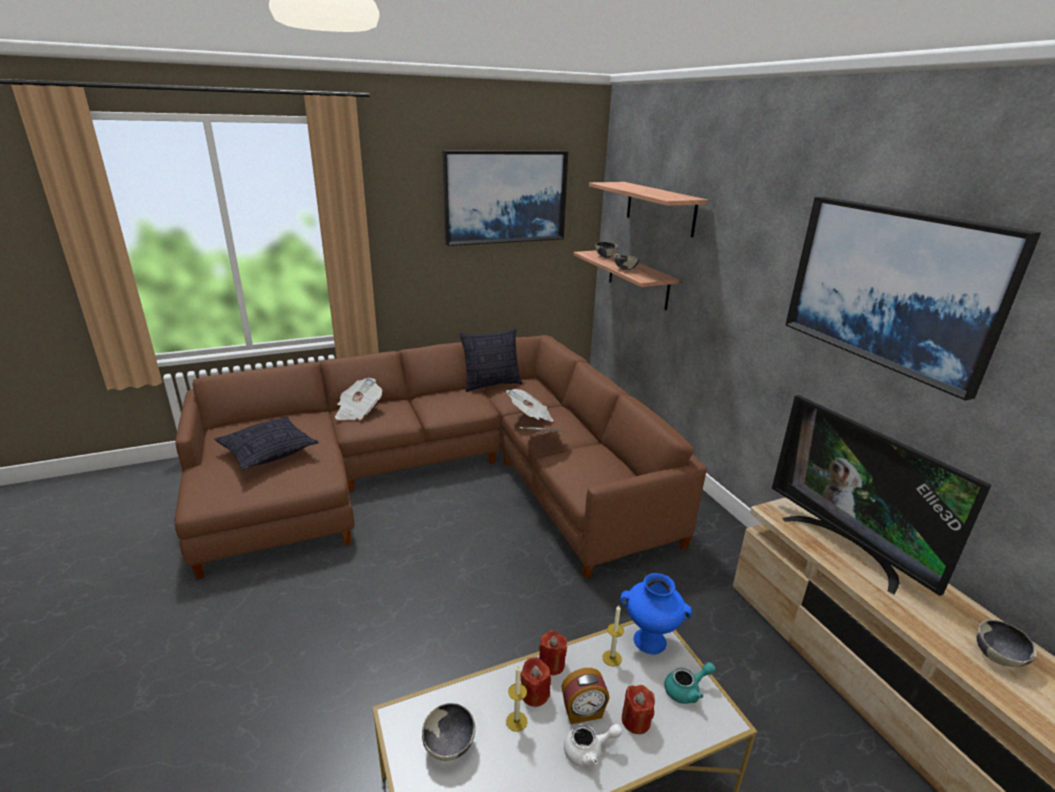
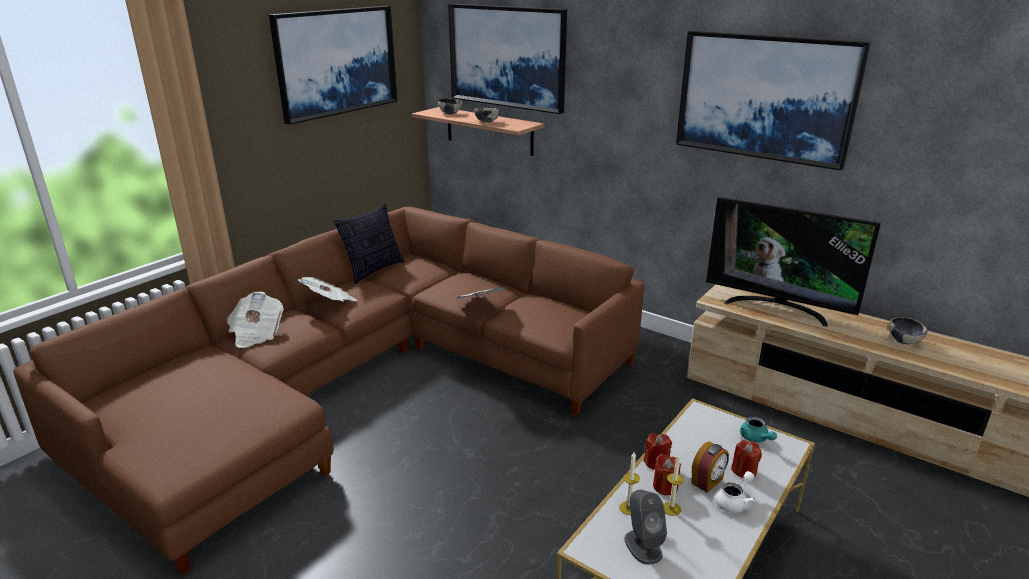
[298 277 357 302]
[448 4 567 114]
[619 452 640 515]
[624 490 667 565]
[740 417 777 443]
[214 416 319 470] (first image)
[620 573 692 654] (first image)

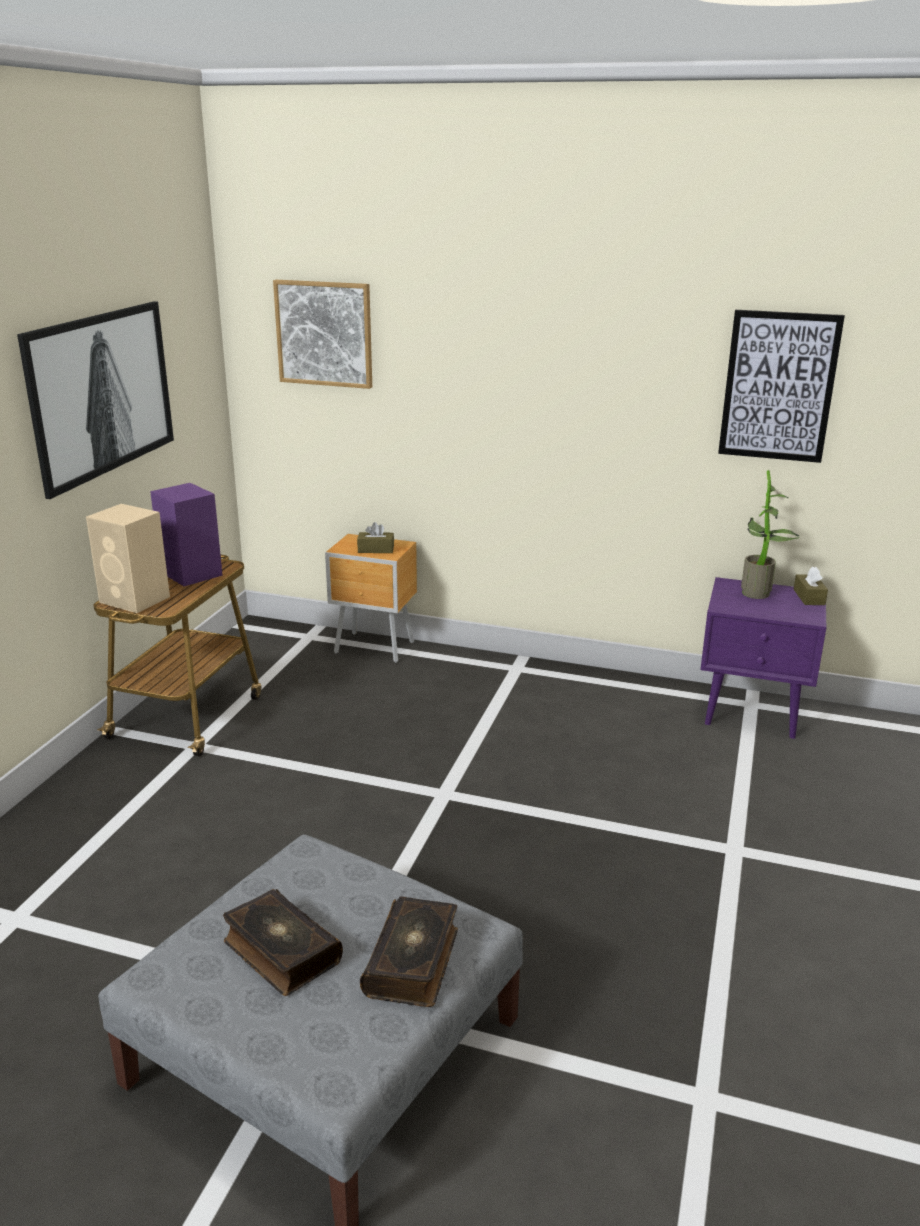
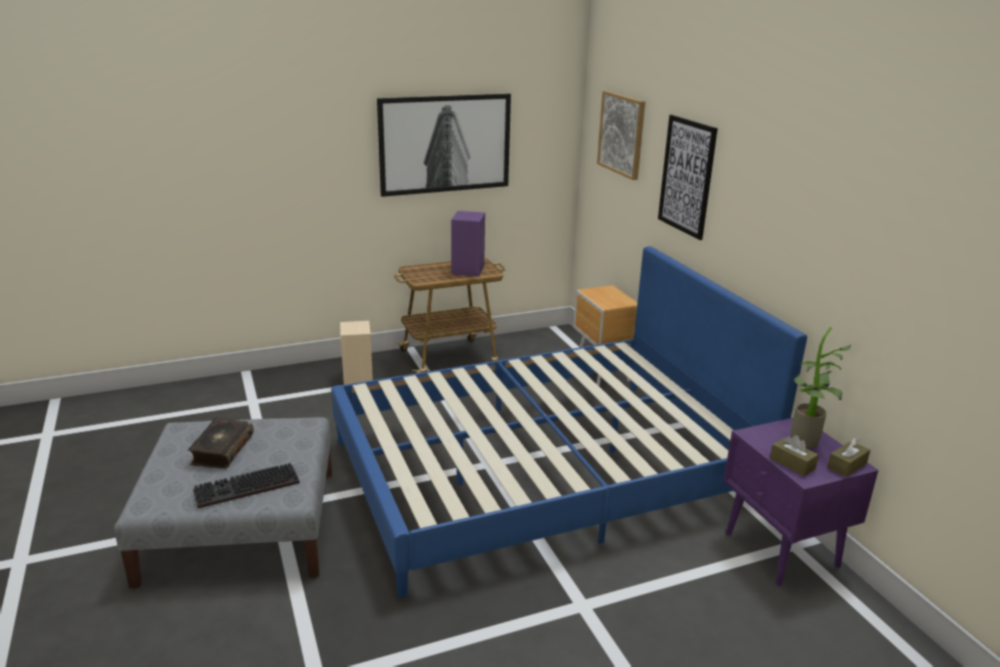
[193 463 300 508]
[331 246 807 597]
[340 321 373 385]
[658 115 718 240]
[770 435 819 476]

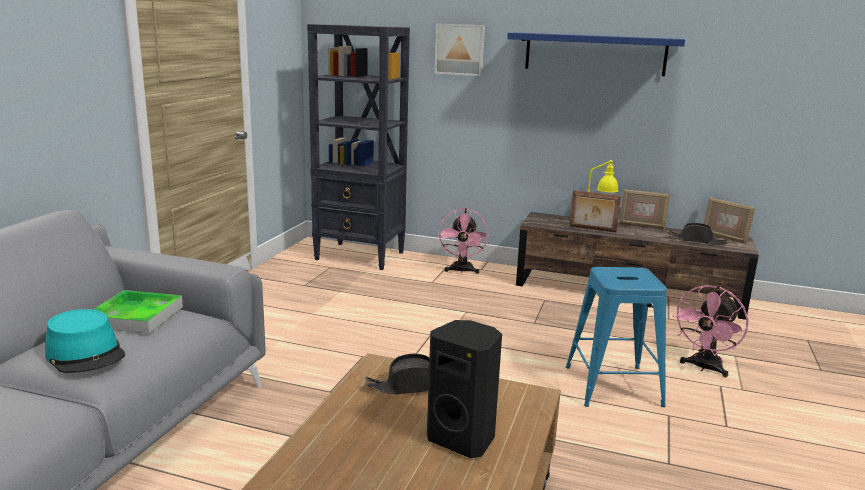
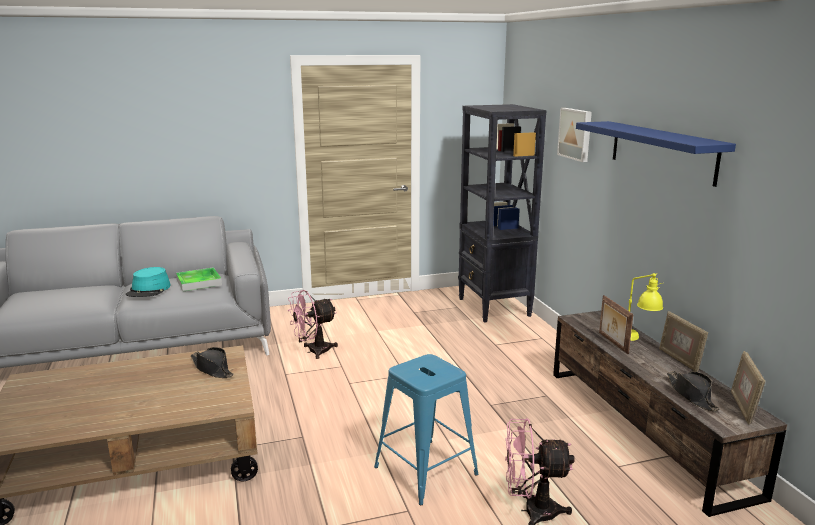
[288 290 338 359]
[427 320 502 458] (first image)

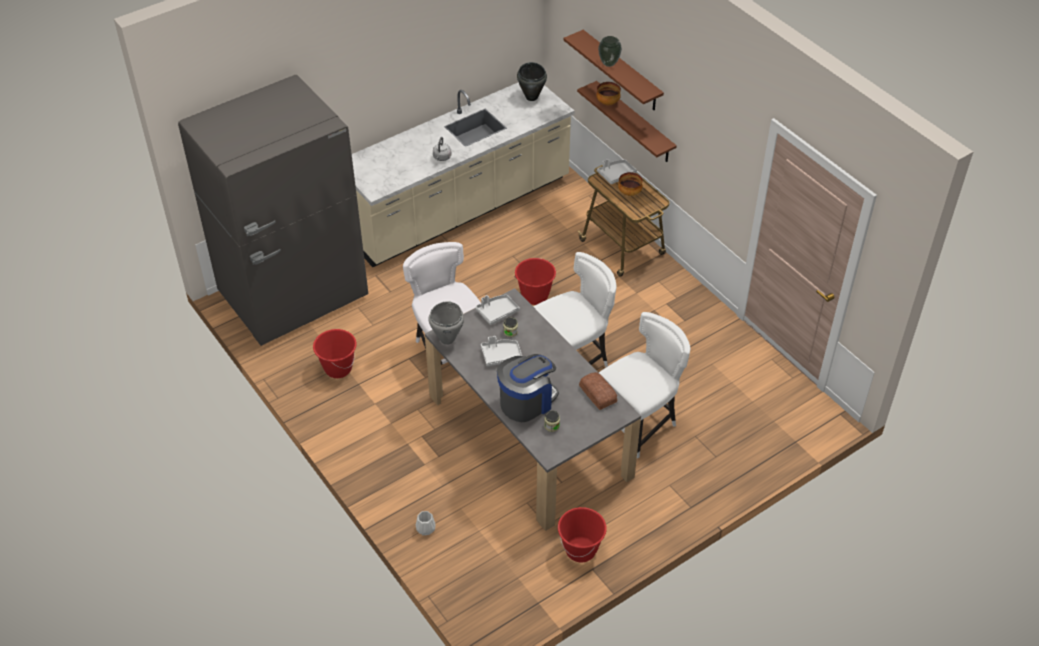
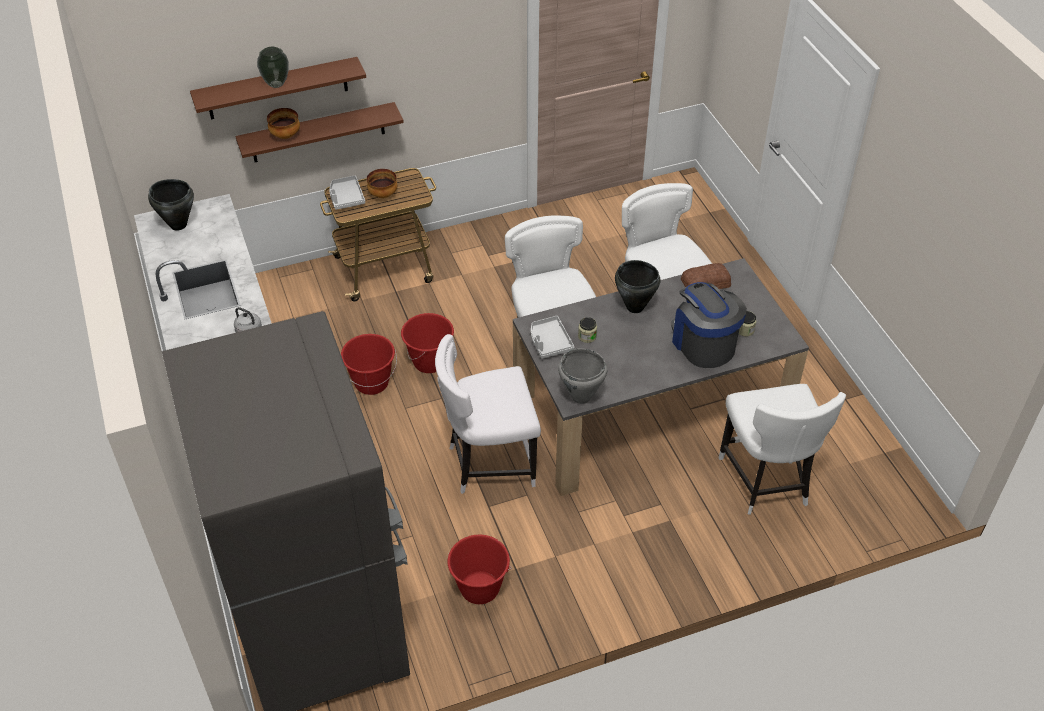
[341 334 397 395]
[615 260 661 313]
[718 384 846 515]
[416 511 436 535] (first image)
[481 336 522 366] (first image)

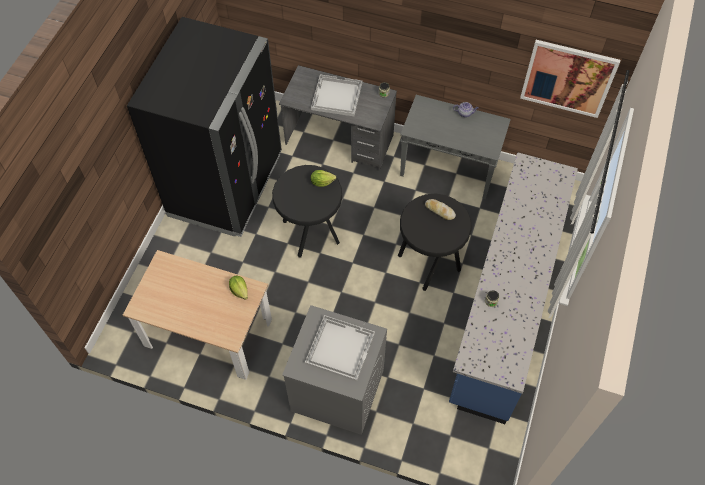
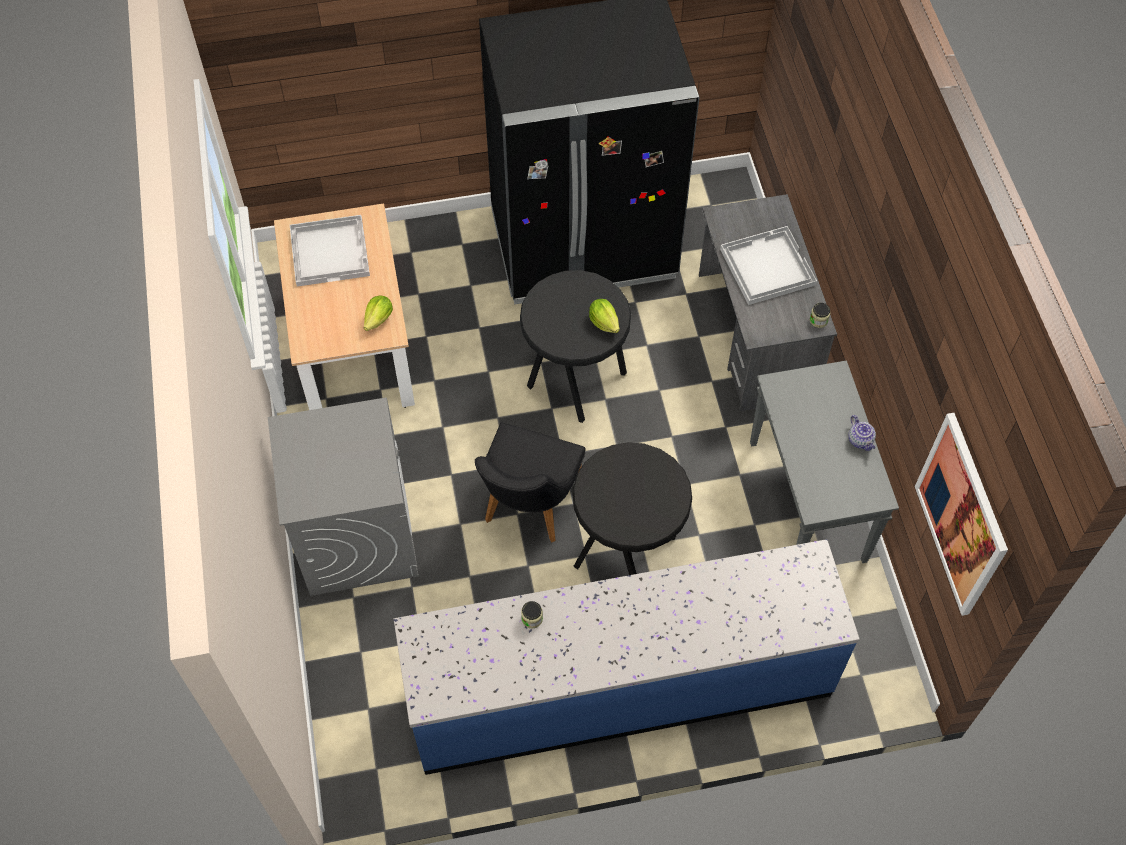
[290 215 370 287]
[475 422 586 543]
[425 199 456 220] (first image)

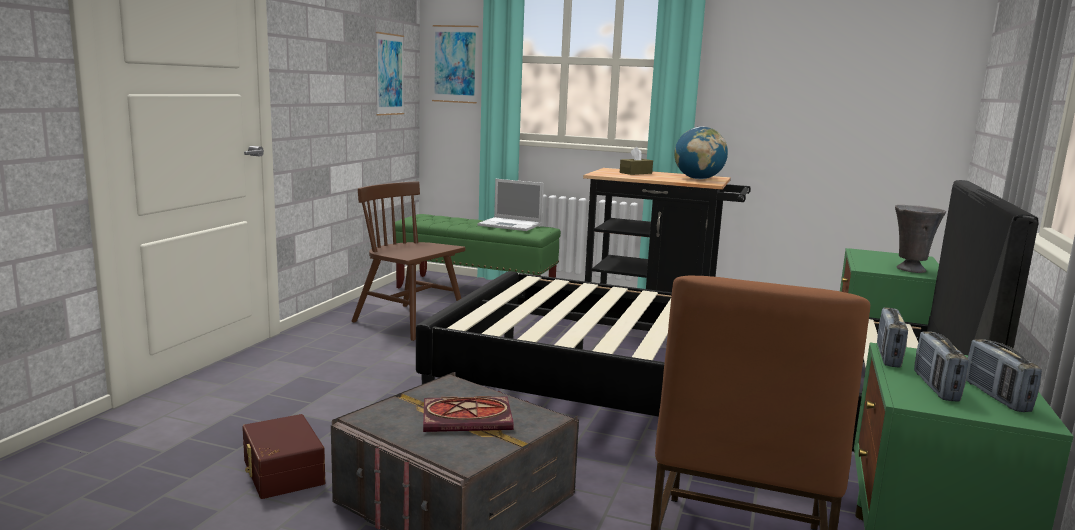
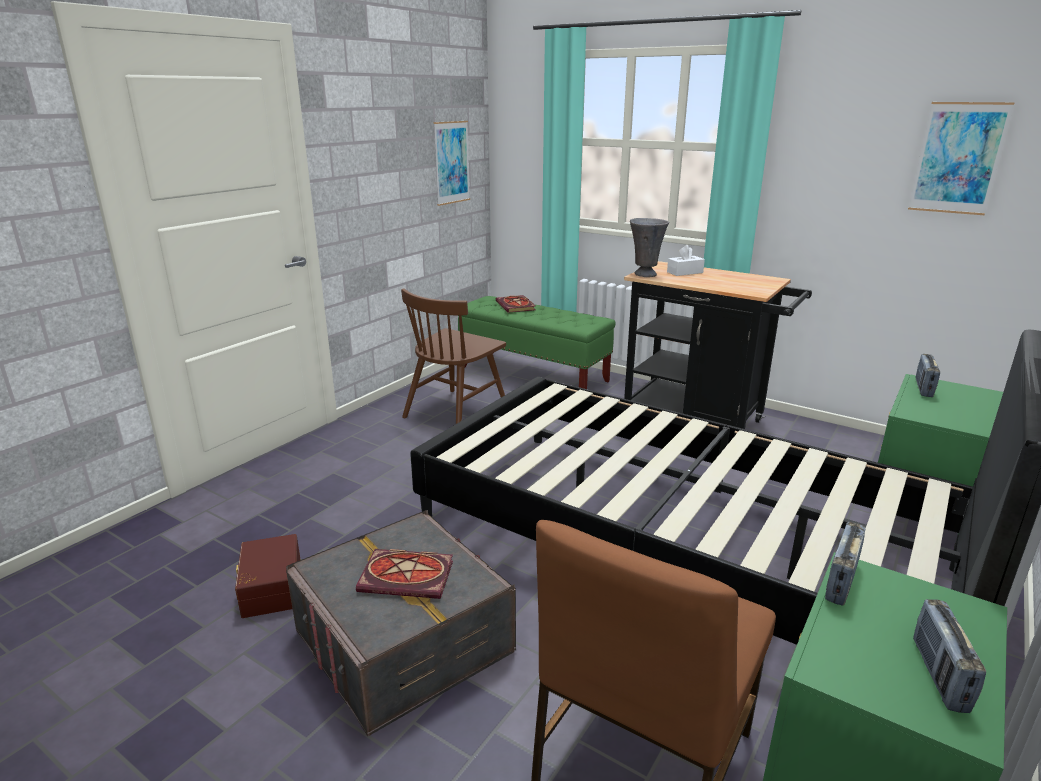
[401 288 506 424]
[496 295 535 313]
[630 218 669 277]
[667 245 705 276]
[908 102 1015 215]
[916 354 940 397]
[477 179 544 231] (first image)
[674 127 728 179] (first image)

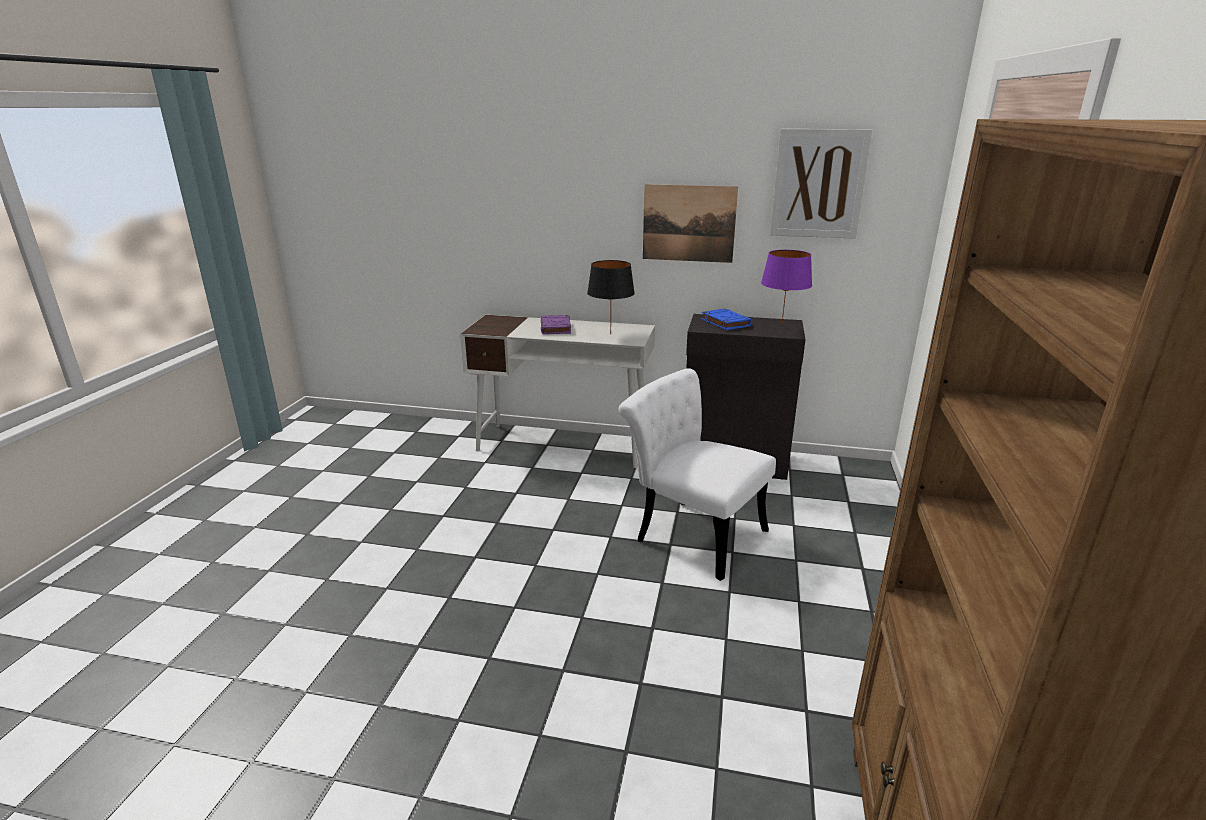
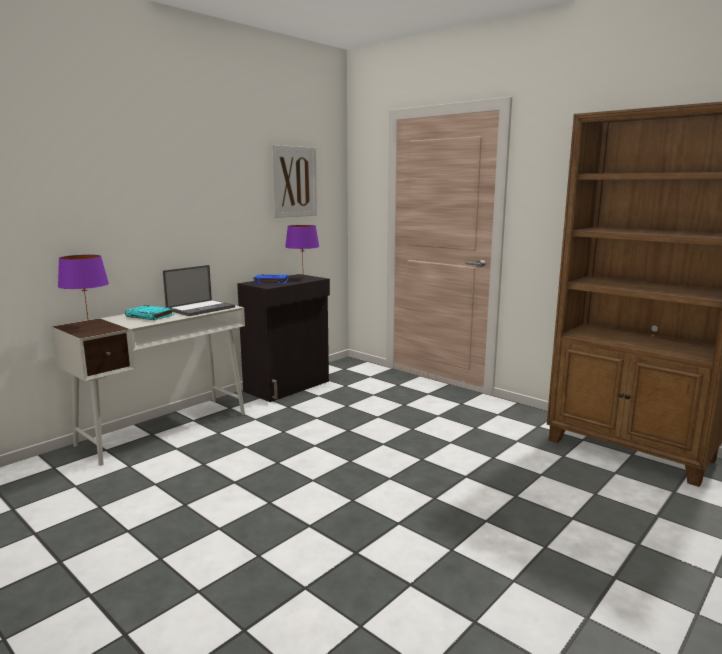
[58 255 109 326]
[125 305 174 320]
[163 265 235 316]
[618 368 776 581] (first image)
[643 184 738 263] (first image)

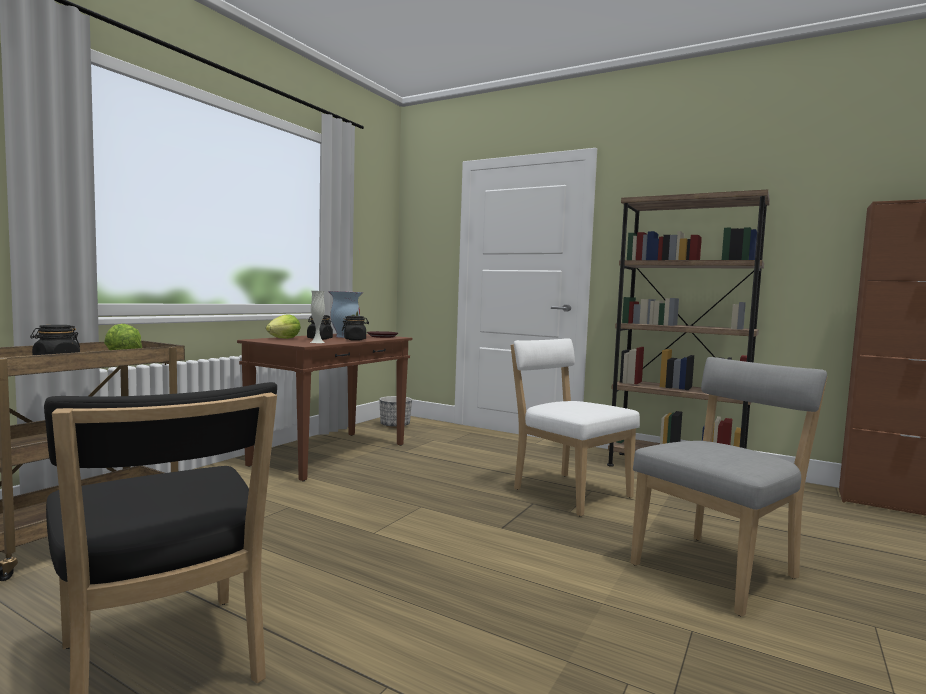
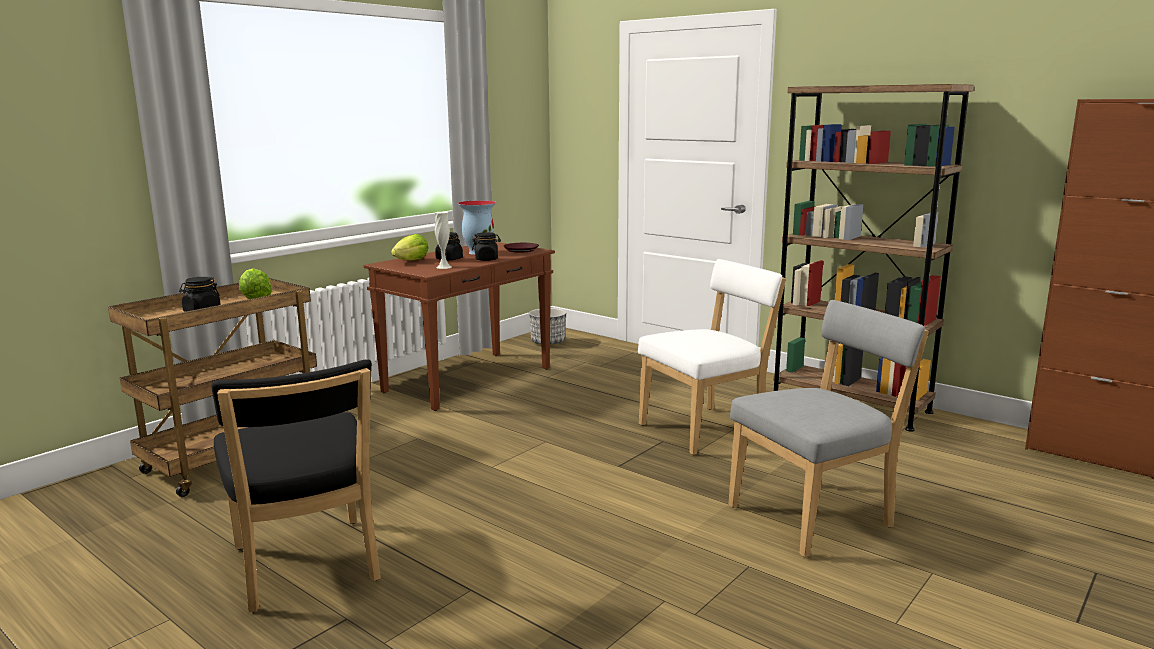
[638 259 786 455]

